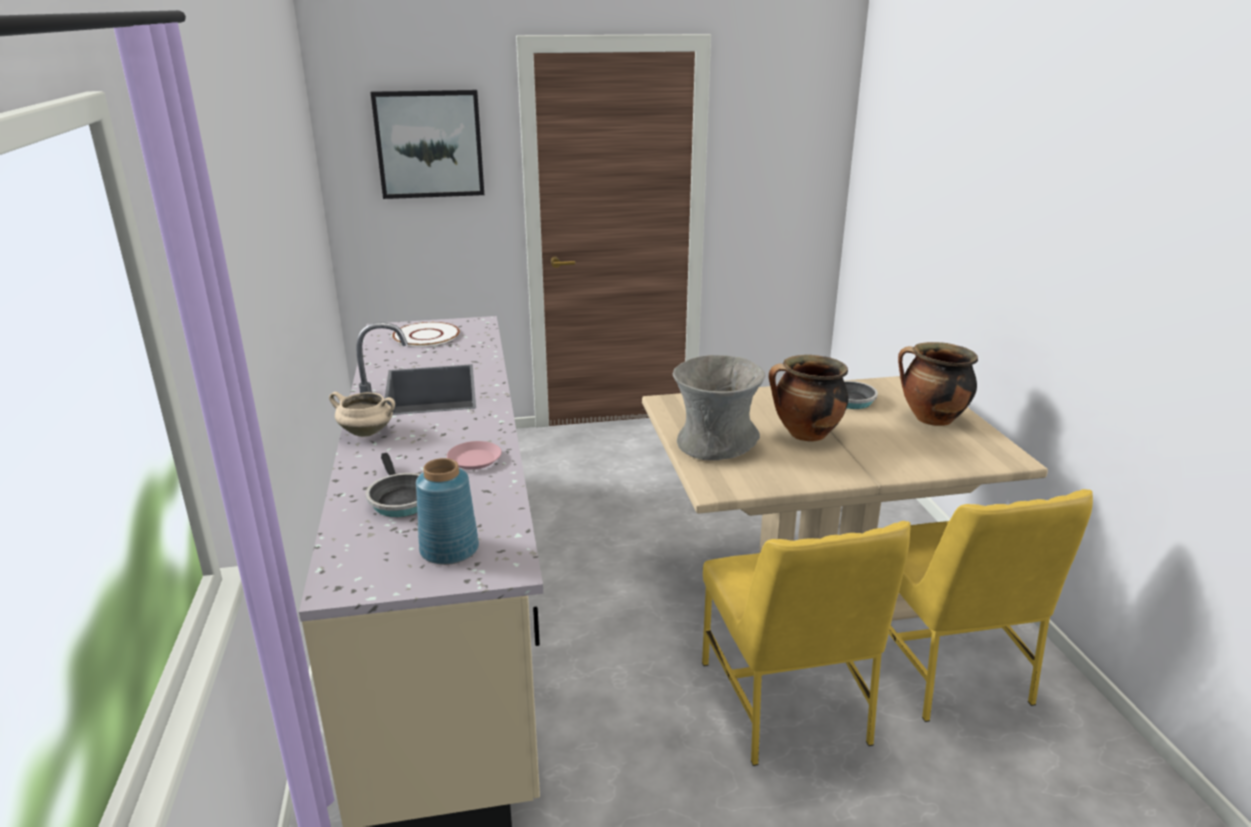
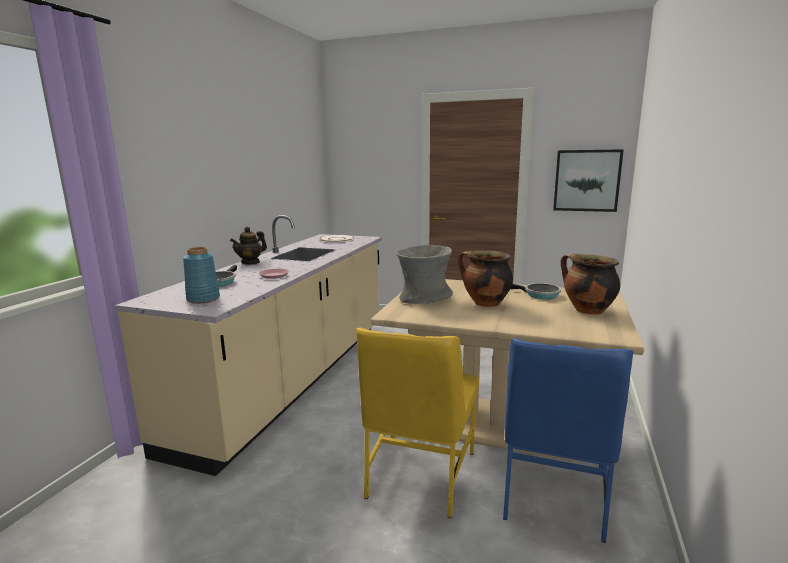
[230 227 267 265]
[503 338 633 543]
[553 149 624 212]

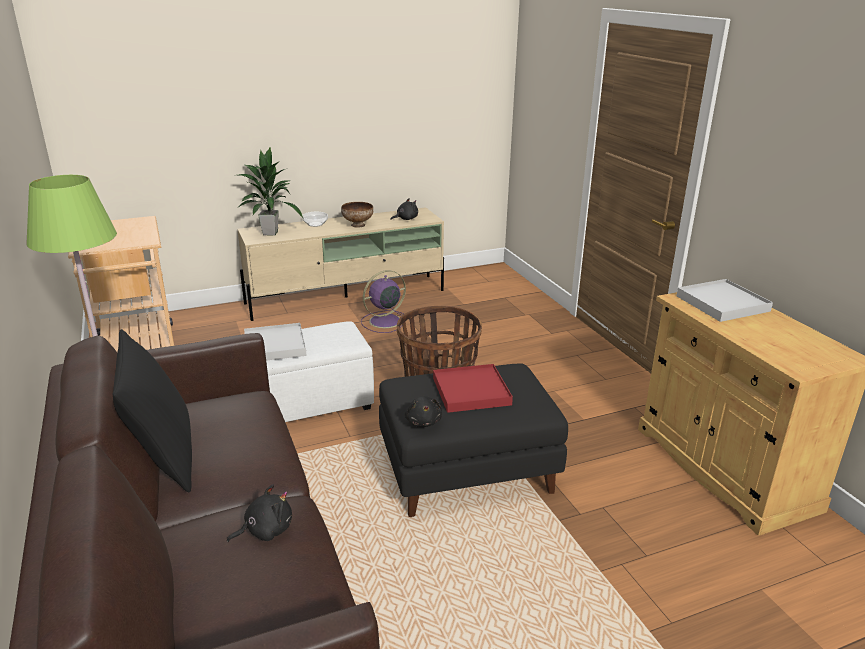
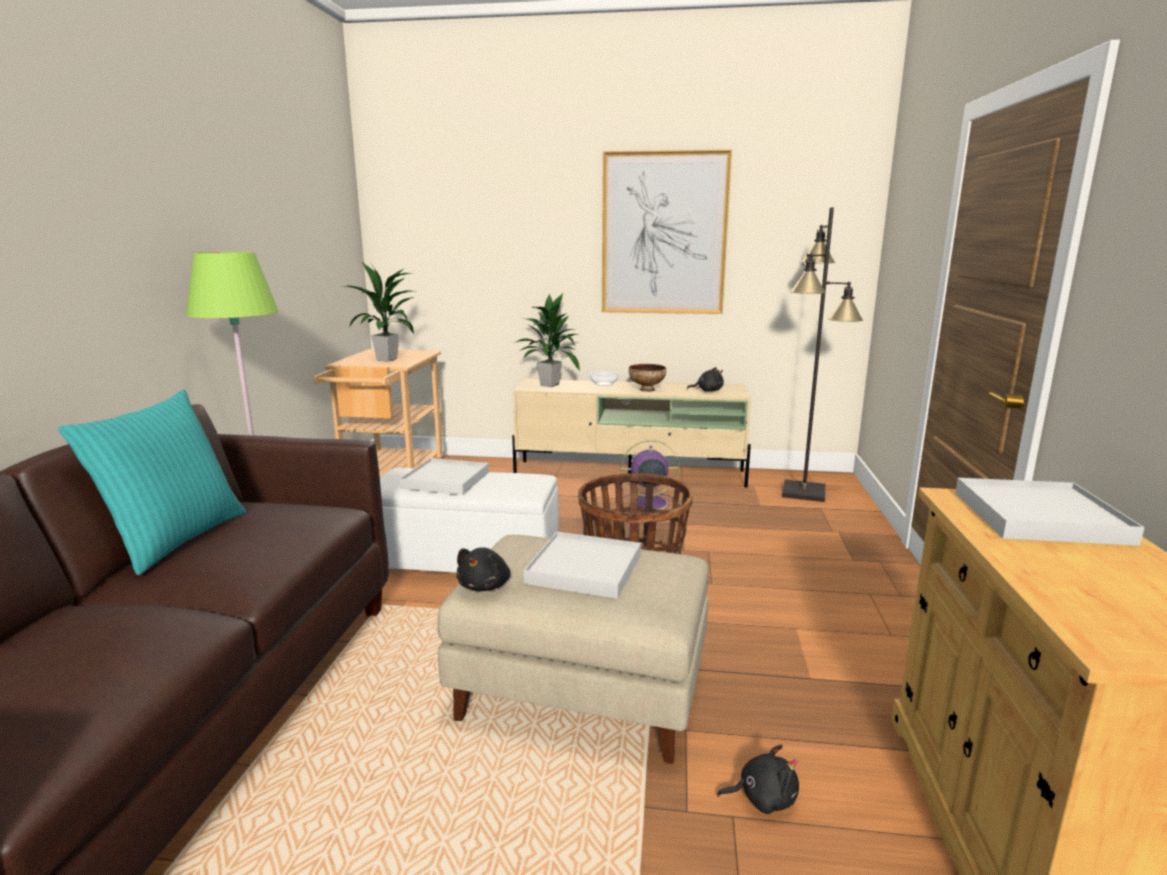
[58 390 247 575]
[346 262 415 361]
[438 535 709 764]
[524 532 641 599]
[602 149 732 314]
[717 745 799 814]
[782 207 863 502]

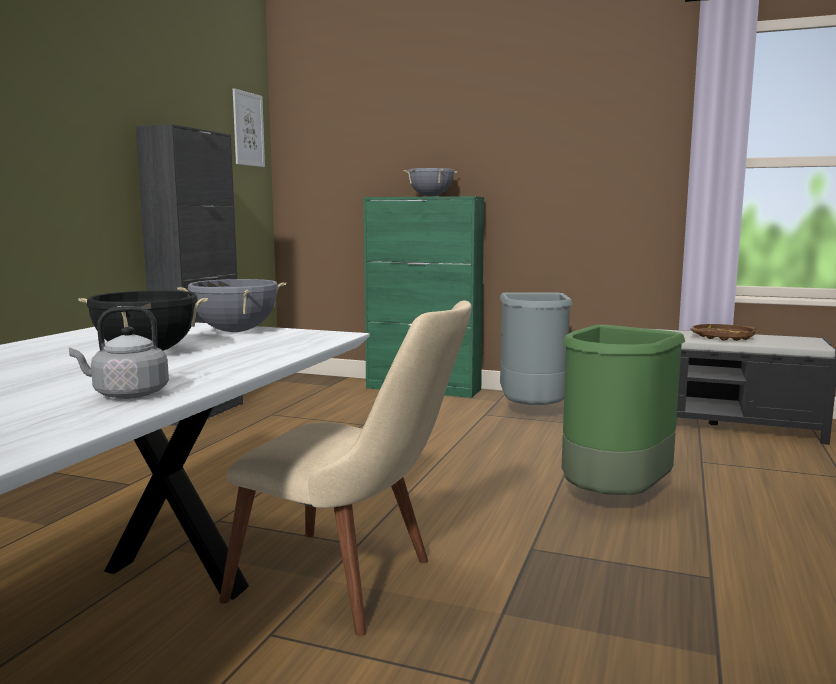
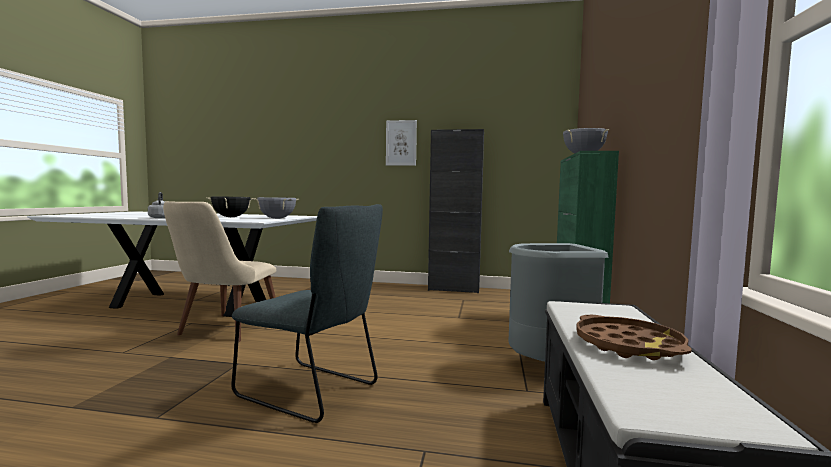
[231 204 383 423]
[386 120 417 166]

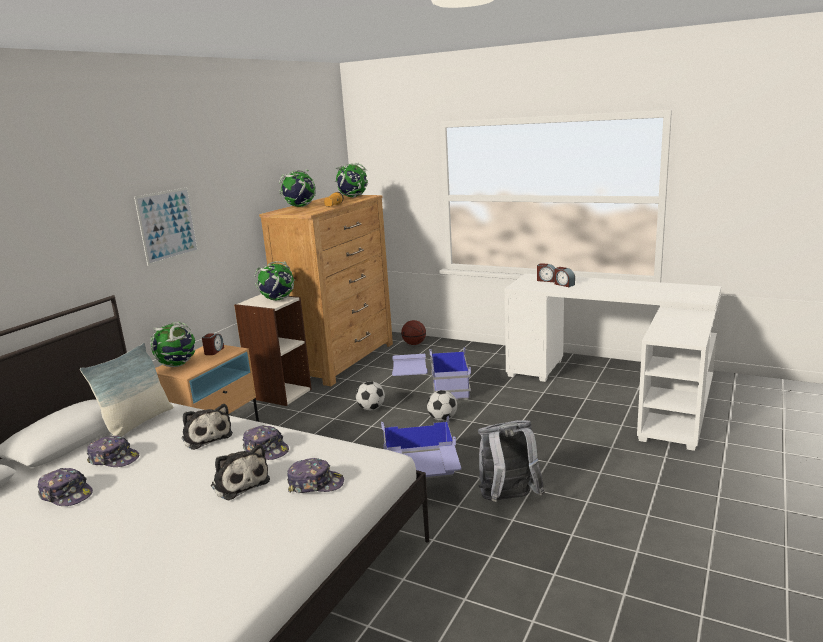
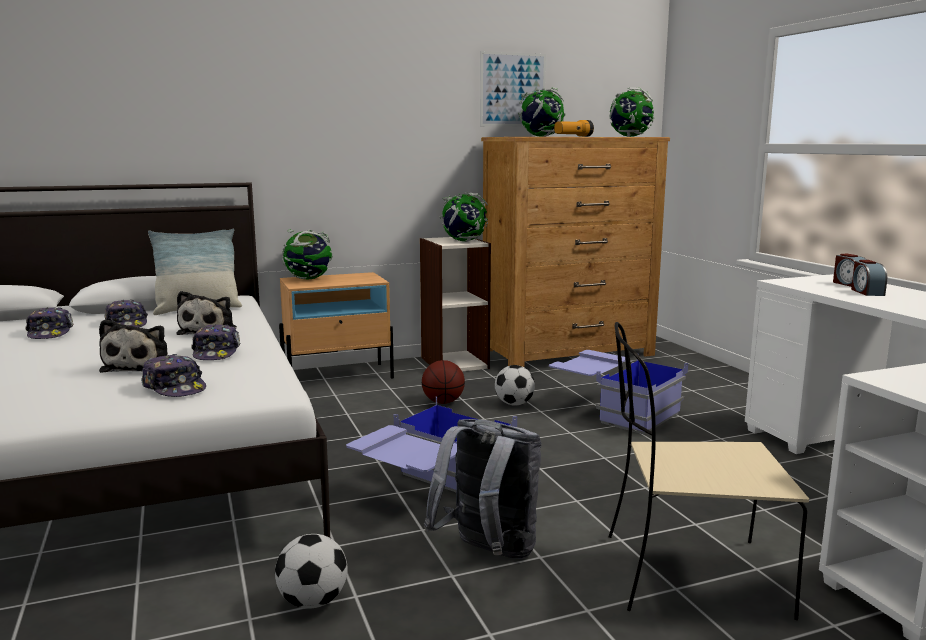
[275 534 348 609]
[422 360 465 404]
[480 51 546 126]
[608 322 809 620]
[202 333 224 355] (first image)

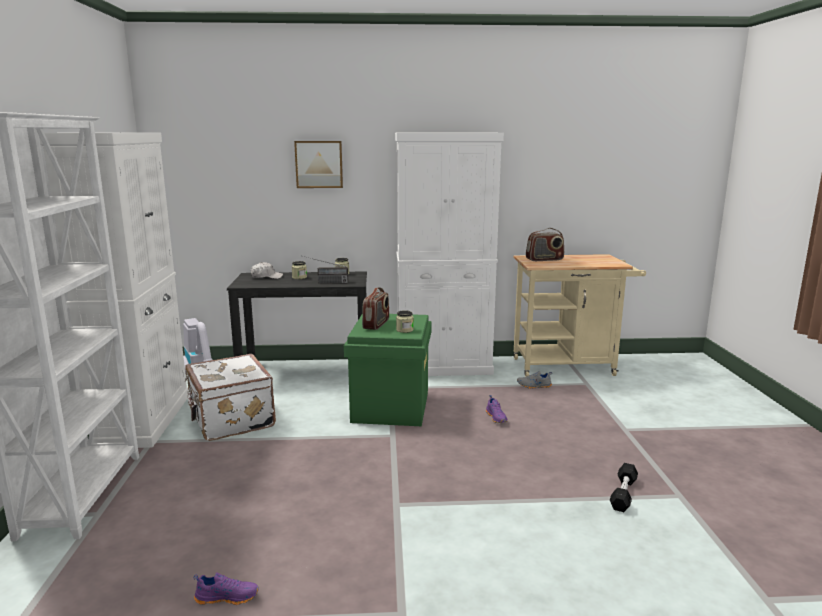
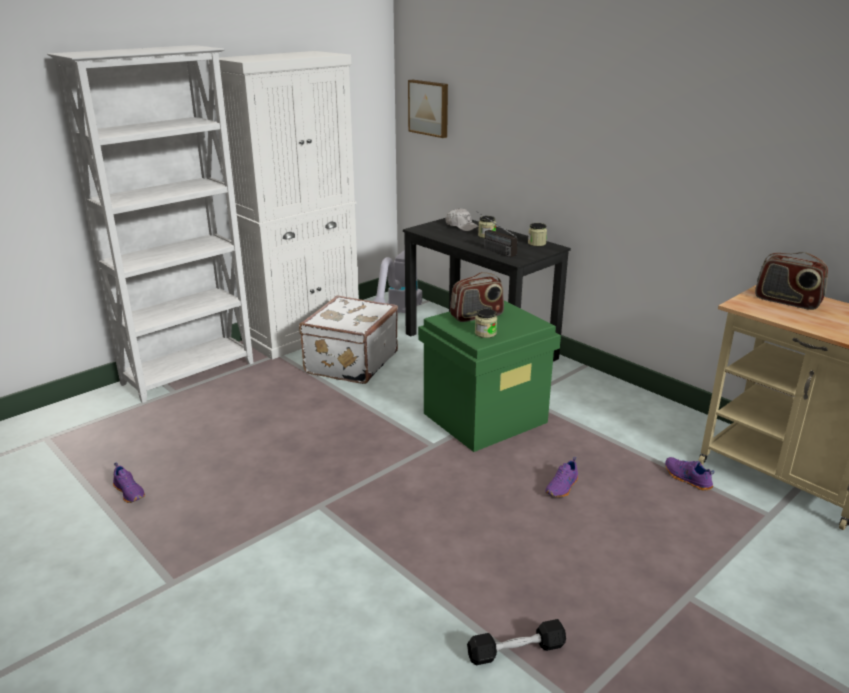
[408 80 448 138]
[665 457 715 491]
[395 133 504 376] (first image)

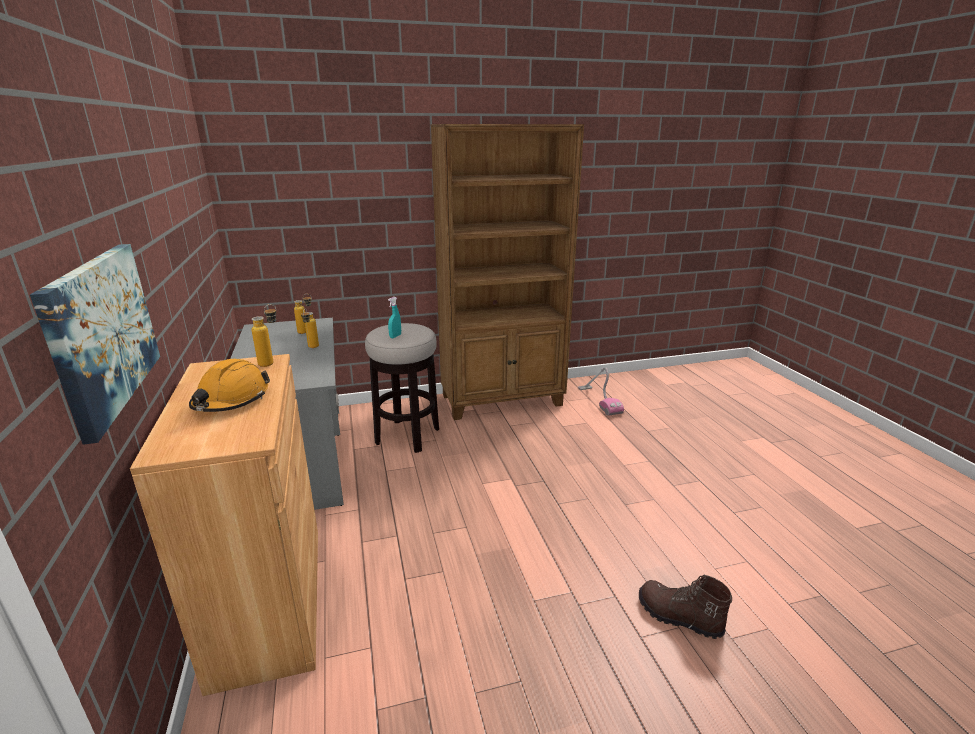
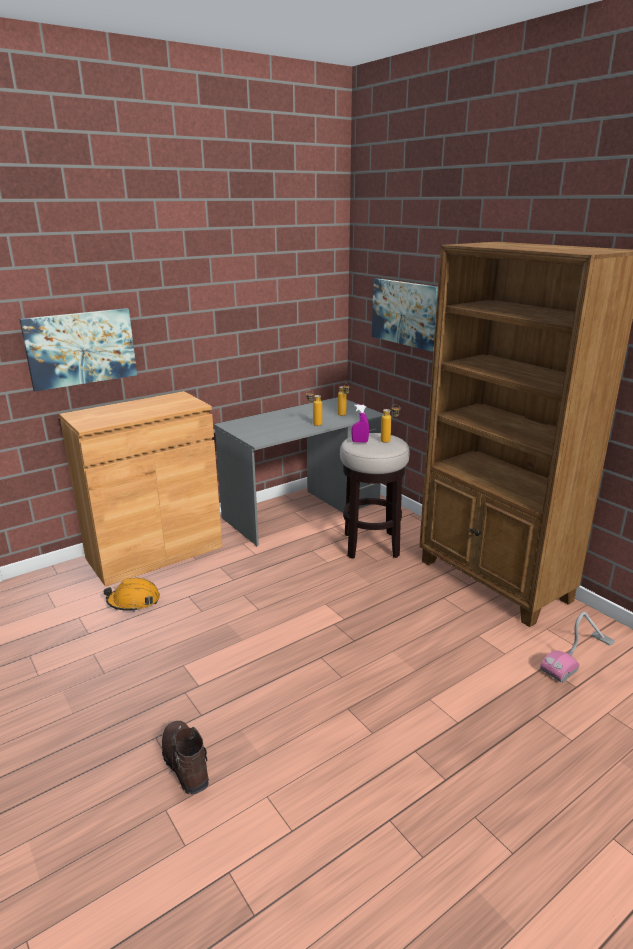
[103 578 160 612]
[162 721 209 794]
[352 405 369 443]
[372 278 438 352]
[381 404 400 443]

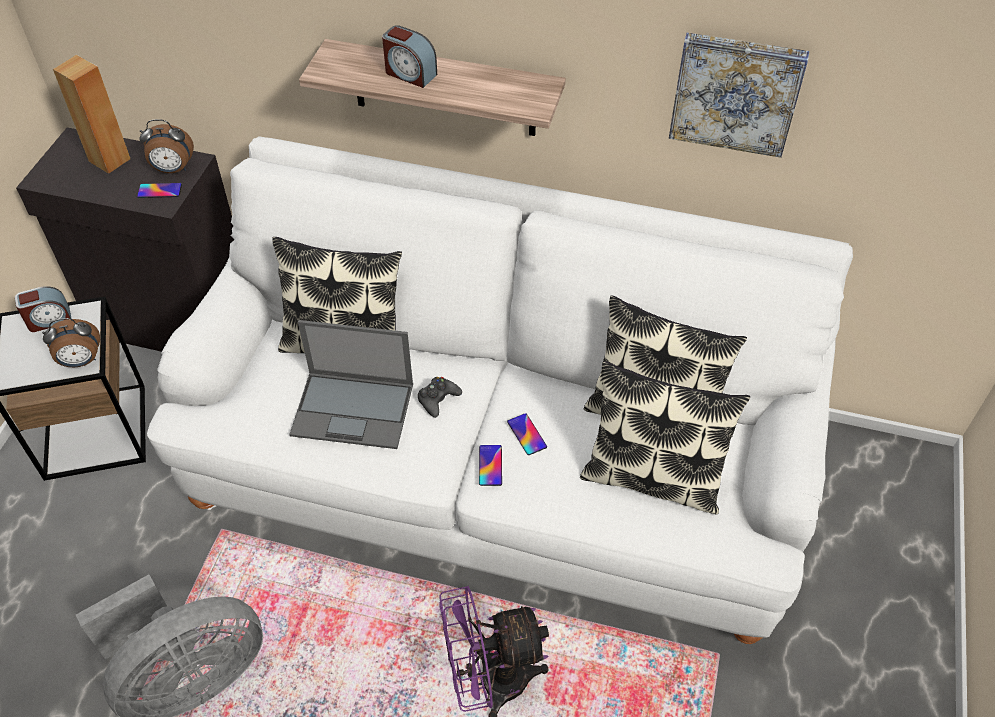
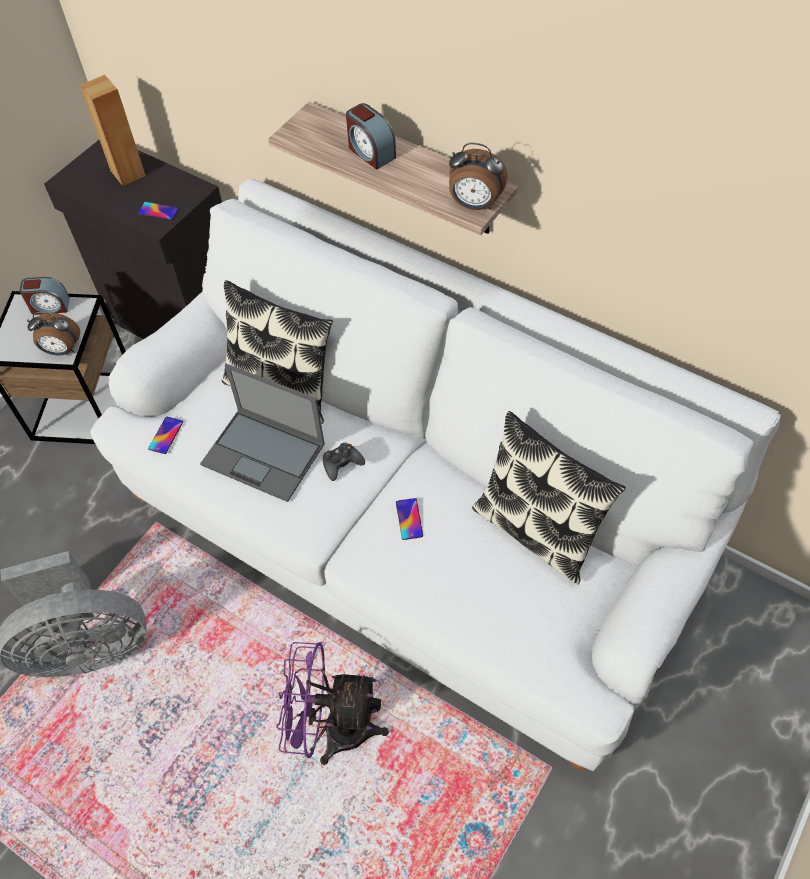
[148 417 183 454]
[449 143 508 210]
[580 361 750 514] (first image)
[669 33 809 158] (first image)

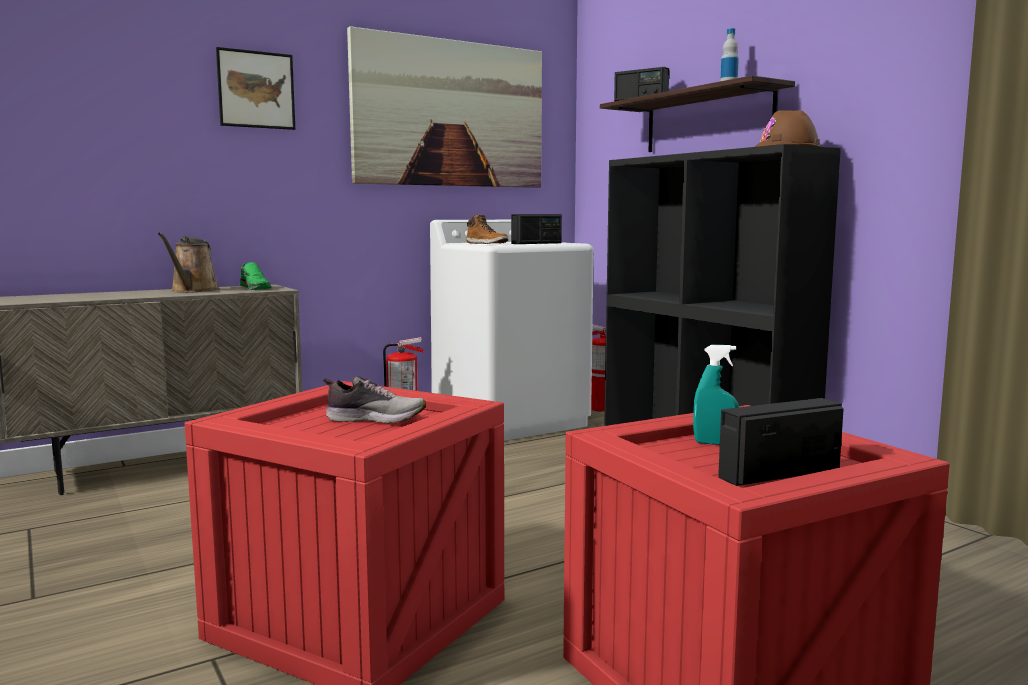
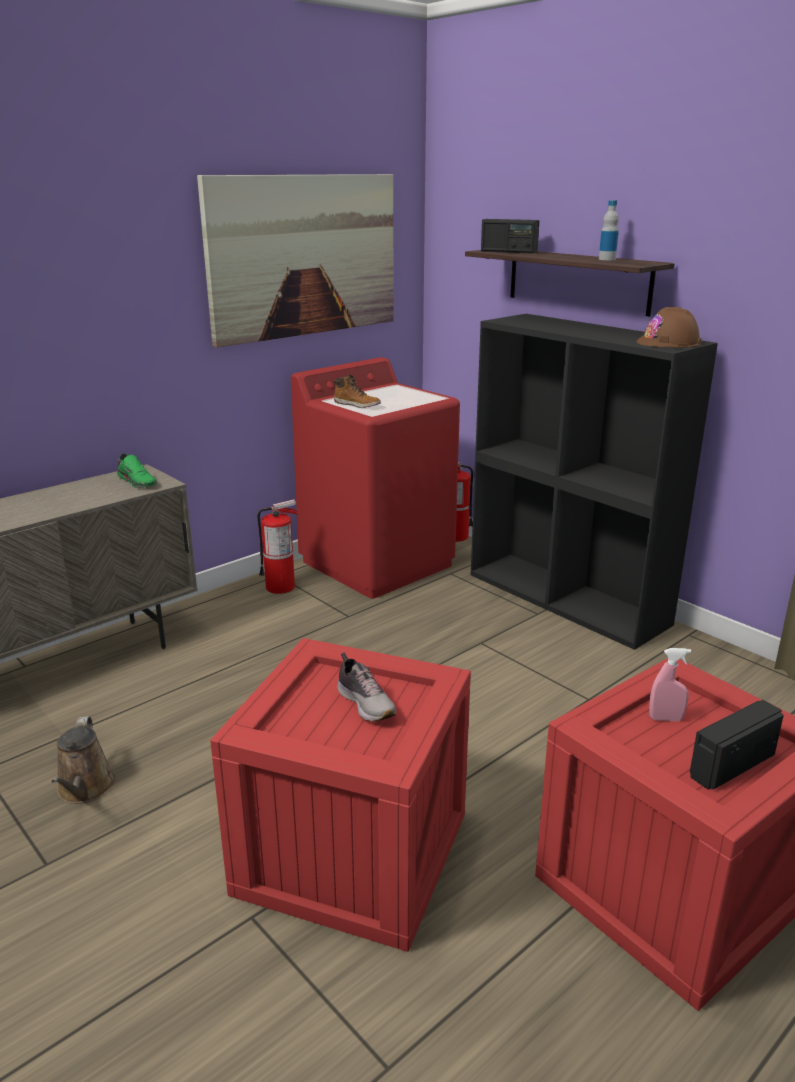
[52 716 115 804]
[291 357 460 599]
[337 653 396 721]
[649 648 691 721]
[216 47 295 130] (first image)
[511 214 562 244] (first image)

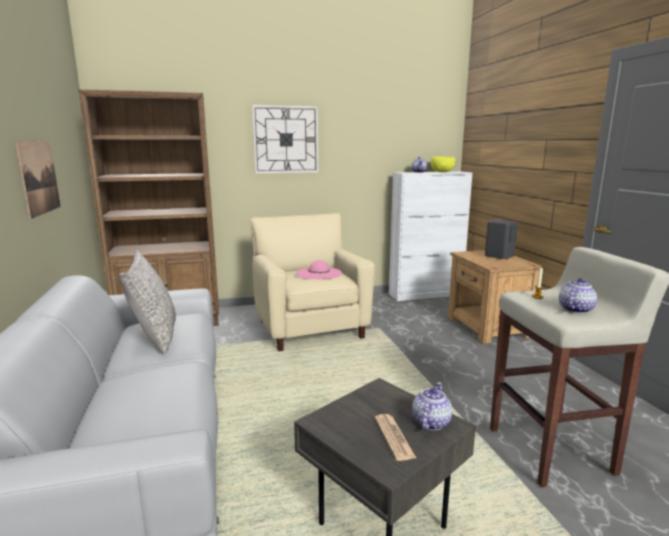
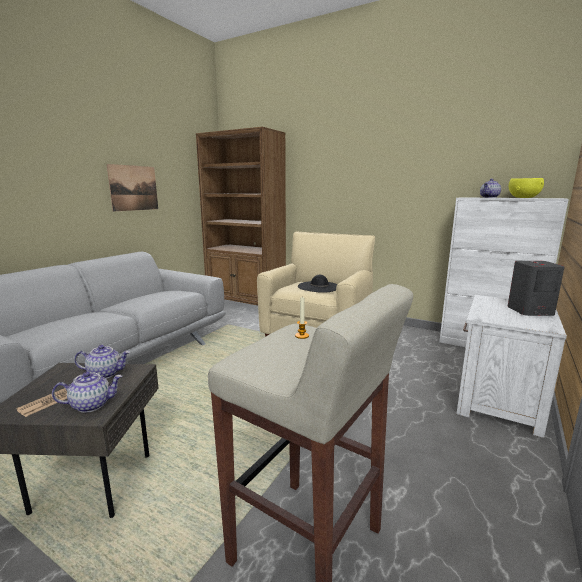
[74 345 130 379]
[298 275 337 293]
[457 295 567 438]
[119 250 176 354] (first image)
[252 105 318 174] (first image)

